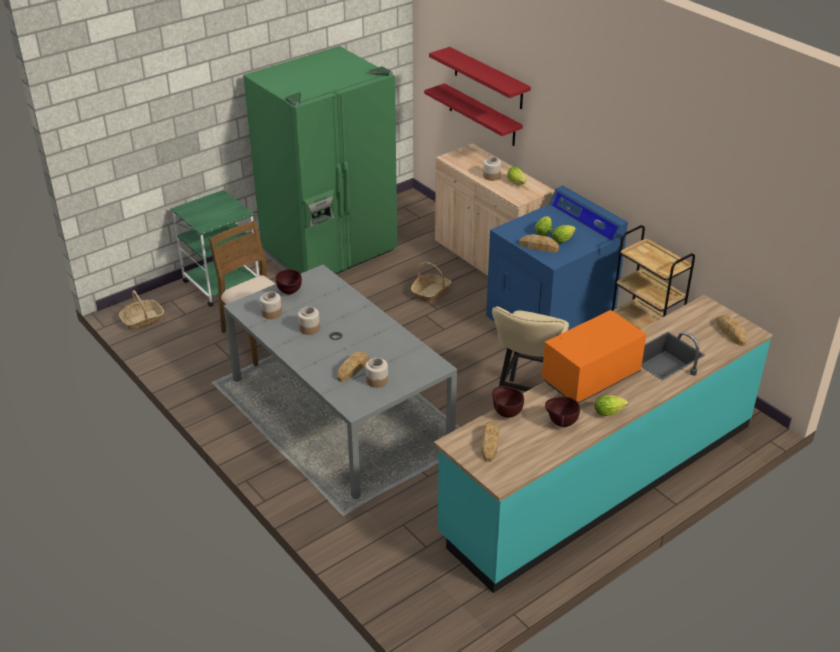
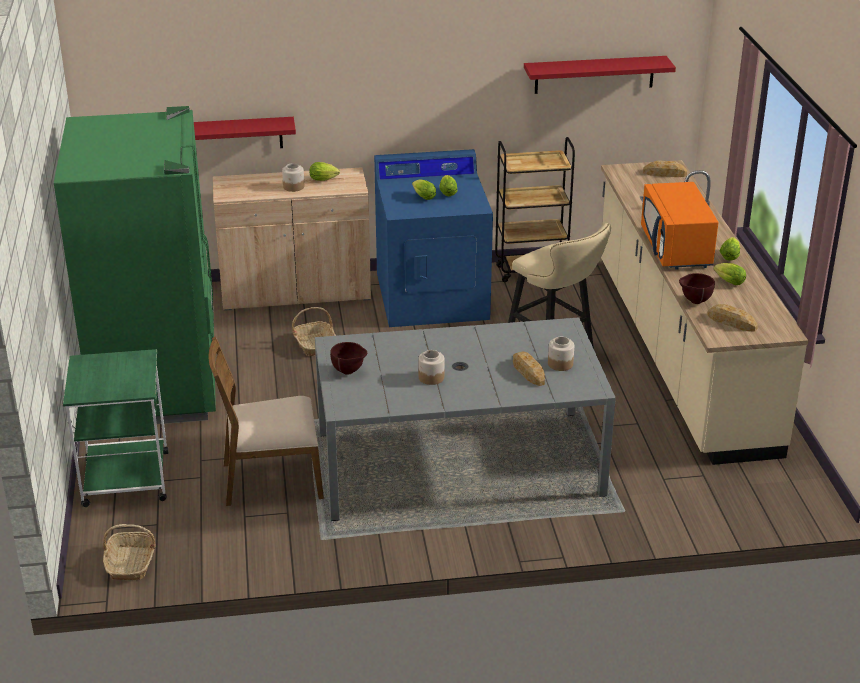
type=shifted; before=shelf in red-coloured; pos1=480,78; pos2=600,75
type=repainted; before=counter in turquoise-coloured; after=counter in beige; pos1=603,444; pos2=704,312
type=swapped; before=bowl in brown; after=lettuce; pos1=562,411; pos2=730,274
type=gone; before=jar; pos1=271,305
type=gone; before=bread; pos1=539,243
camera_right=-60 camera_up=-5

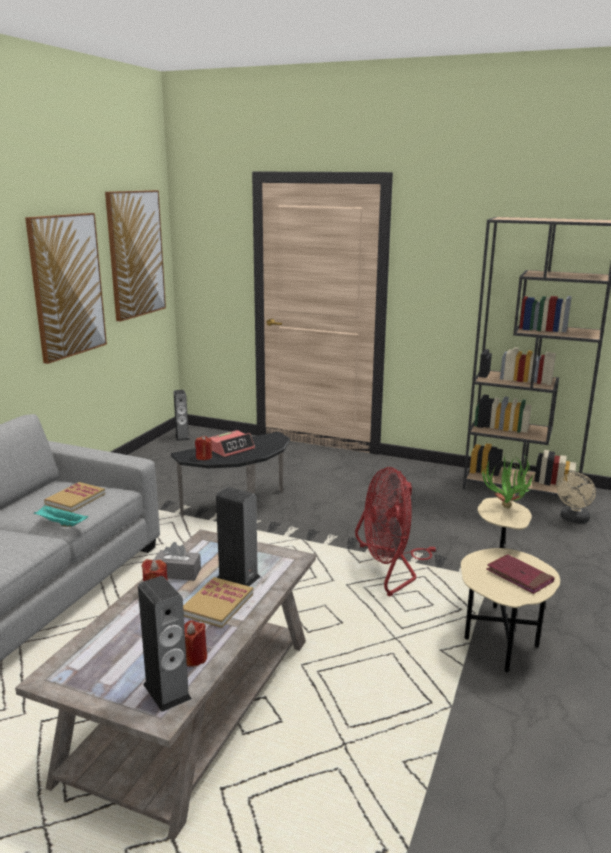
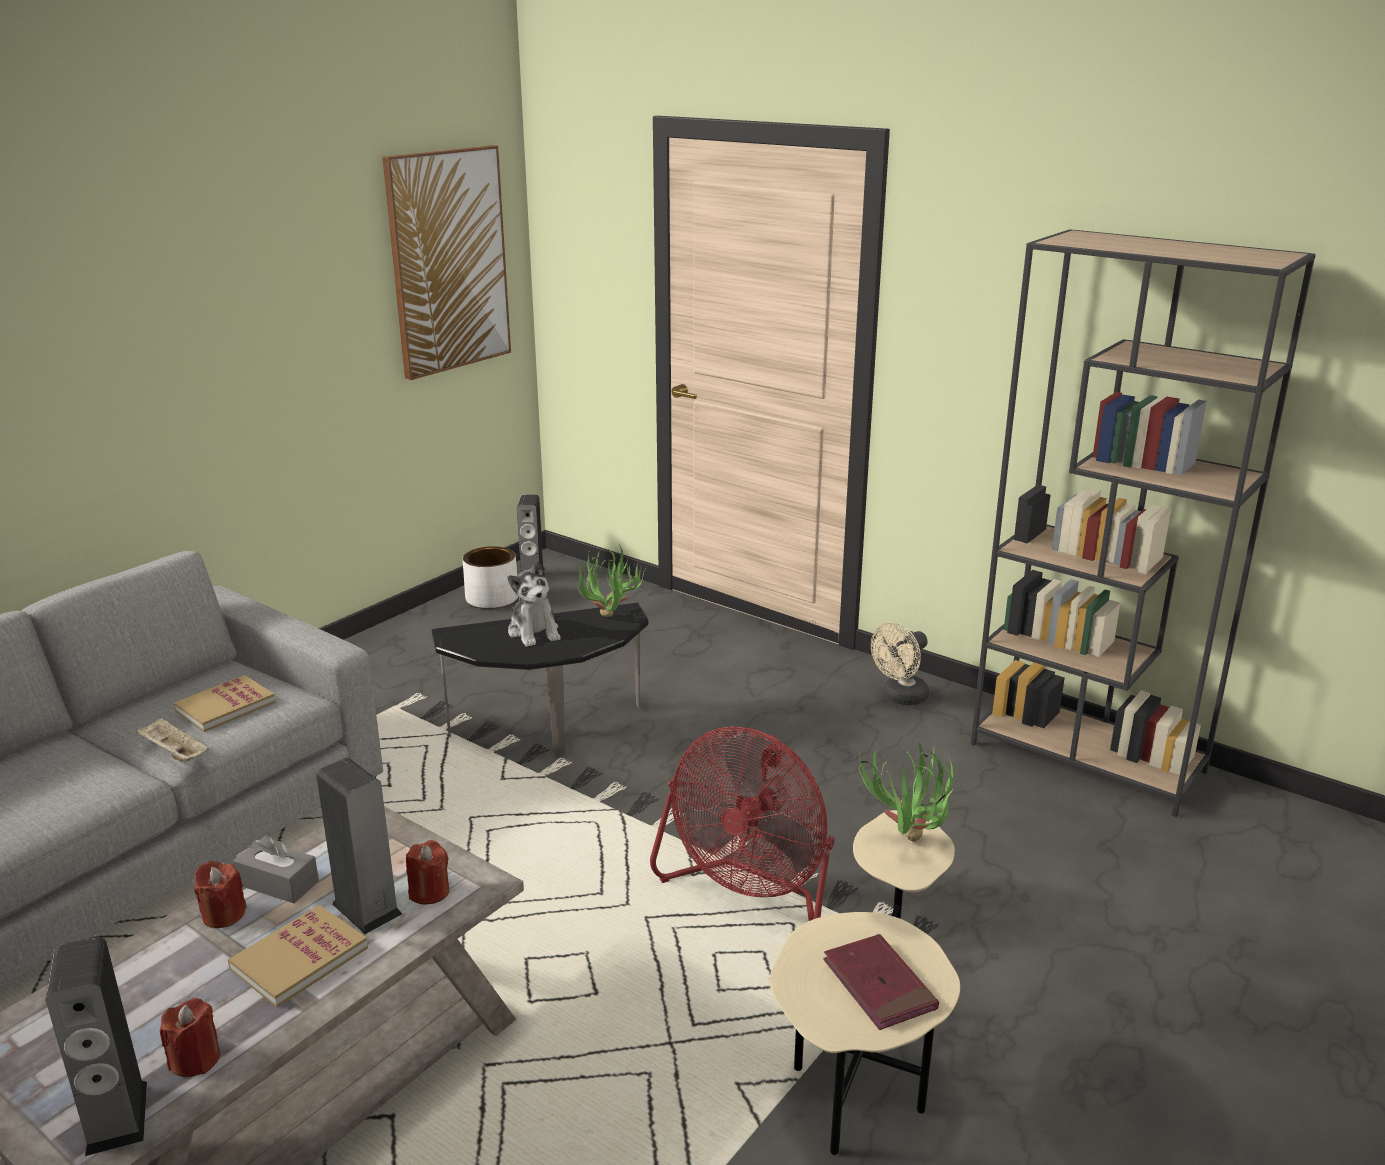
type=repainted; before=carrying tray in turquoise-coloured; after=carrying tray in beige; pos1=61,516; pos2=173,739
type=shifted; before=candle in red-coloured; pos1=203,447; pos2=427,872
type=new; after=flower pot in whitish; pos2=490,577
type=swapped; before=table clock; after=soft toy; pos1=232,443; pos2=534,604
type=new; after=potted plant; pos2=610,580
type=rotated; before=fan in red-coloured; pos1=396,531; pos2=742,824; turn=-60
type=shifted; before=fan in beige; pos1=576,498; pos2=900,663
type=gone; before=wall picture; pos1=66,288
camera_right=15 camera_up=5

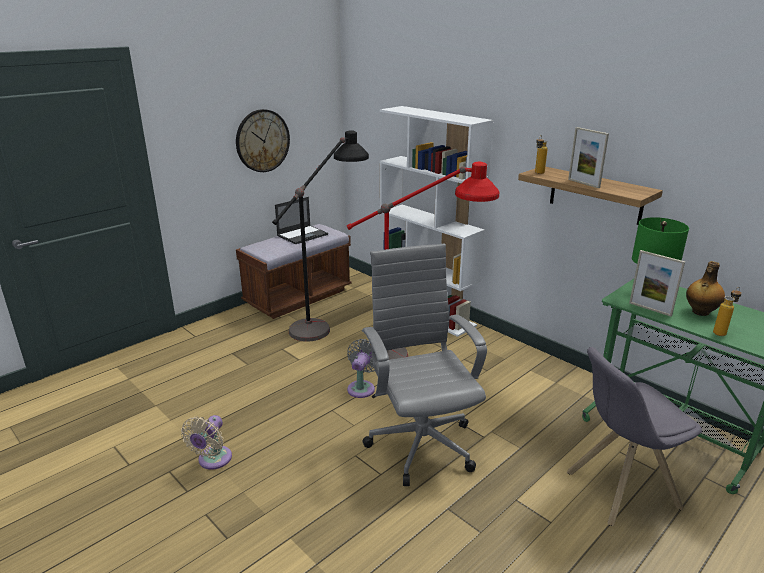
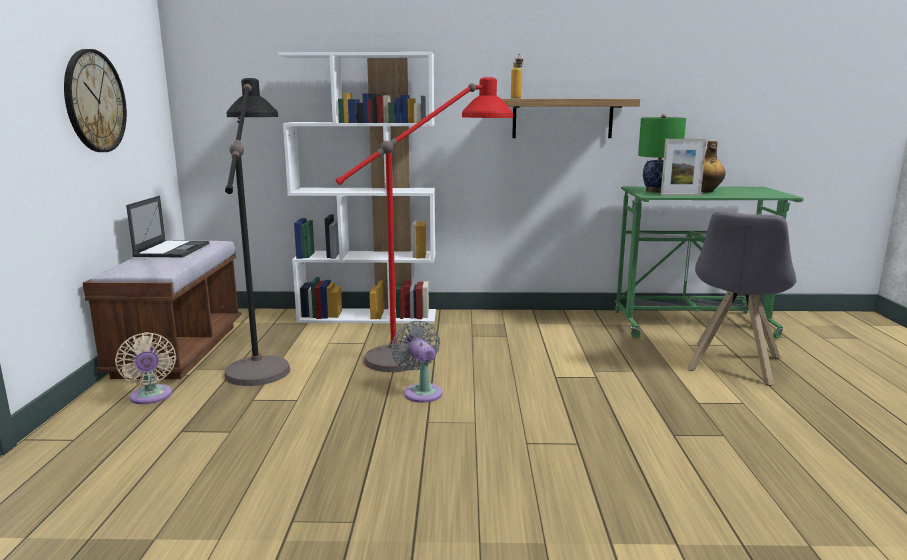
type=shifted; before=fan in beige; pos1=206,442; pos2=145,368
type=gone; before=computer chair in grey; pos1=424,364
type=gone; before=picture frame; pos1=588,157
type=gone; before=bottle; pos1=727,311
camera_right=-45 camera_up=-10

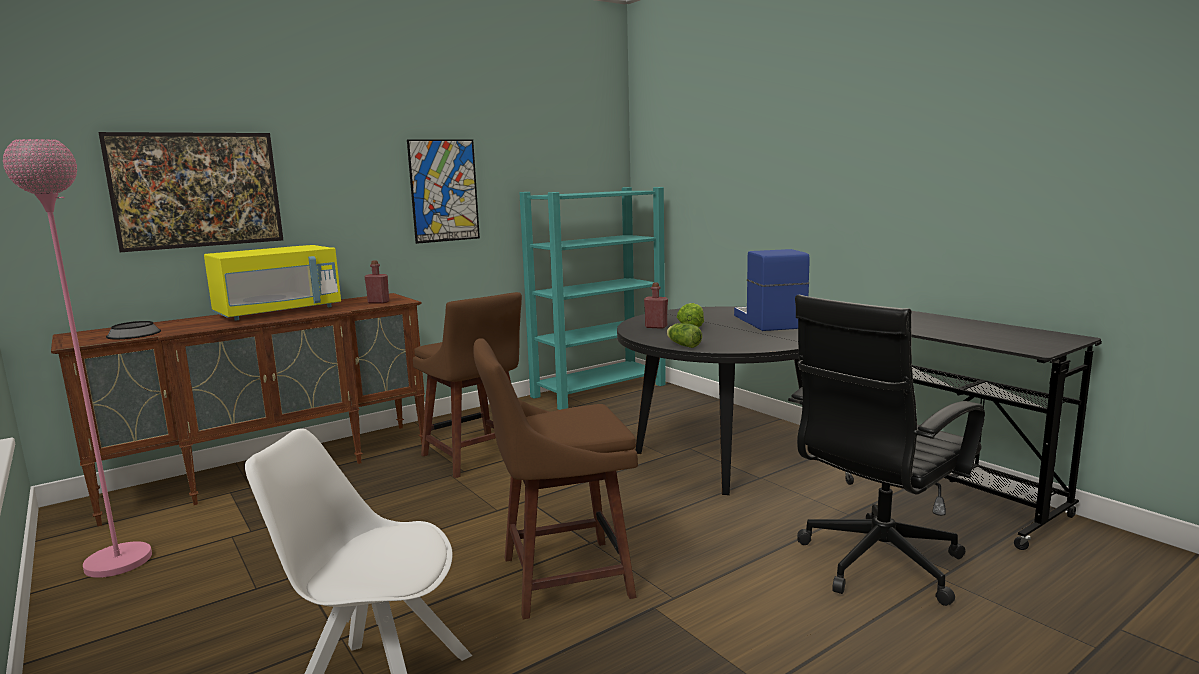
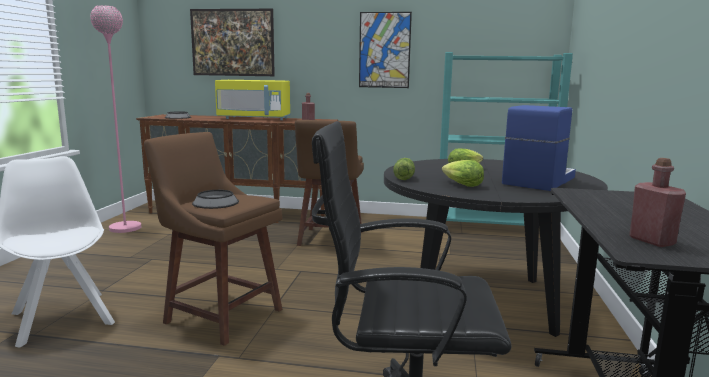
type=new; after=bowl; pos2=215,199
type=new; after=lettuce; pos2=463,173
type=shifted; before=bottle in red-coloured; pos1=656,305; pos2=657,202
camera_right=45 camera_up=0

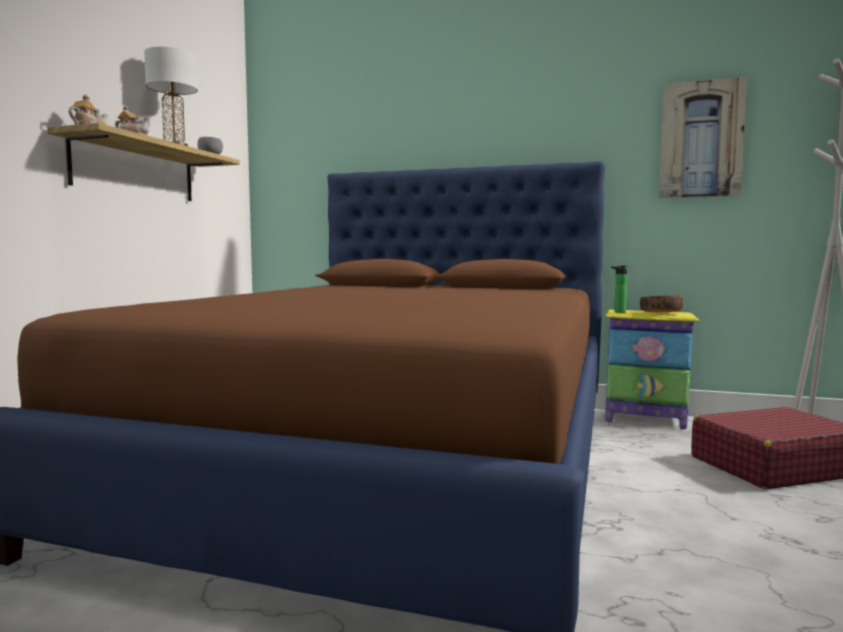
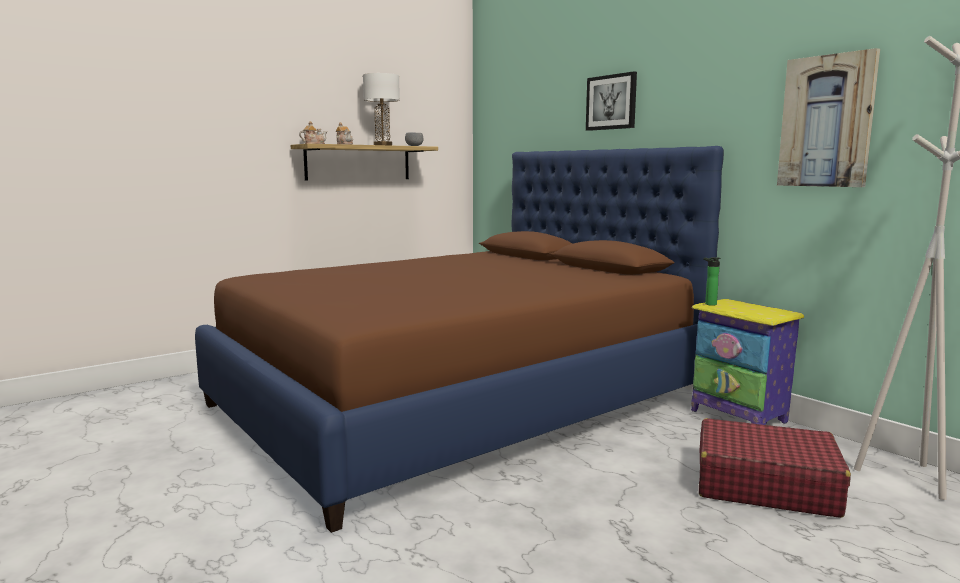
type=new; after=wall picture; pos2=611,101
type=gone; before=bowl; pos1=661,303
camera_right=35 camera_up=5

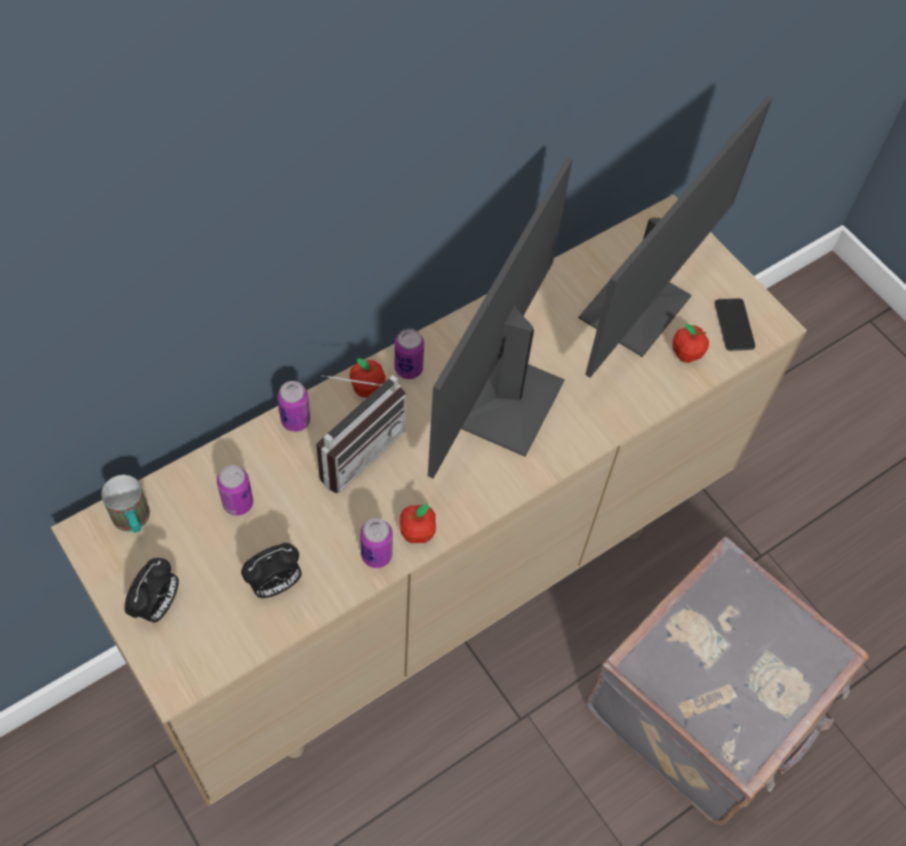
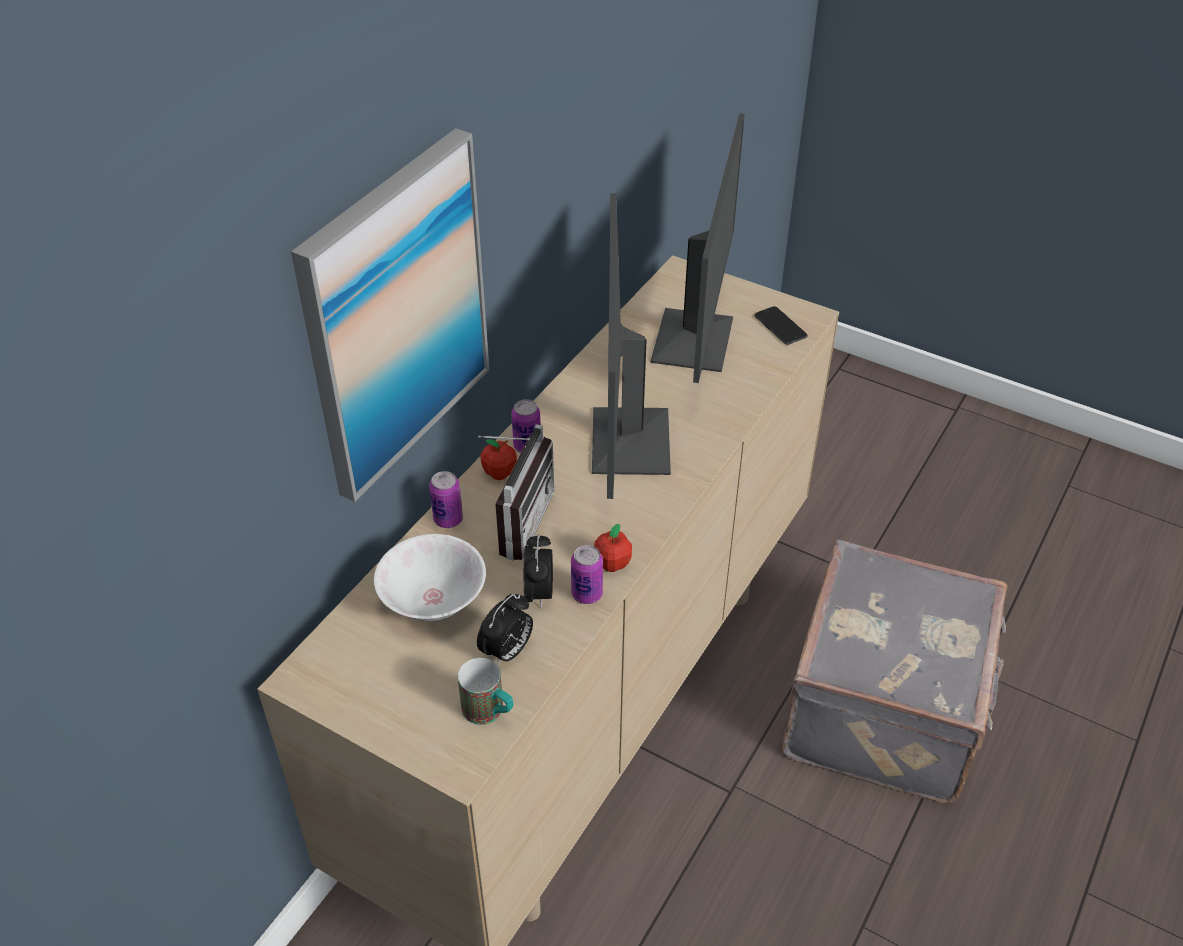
type=new; after=wall picture; pos2=390,315
type=swapped; before=can; after=bowl in whitish; pos1=235,490; pos2=430,577
type=shifted; before=mug; pos1=126,504; pos2=485,691
type=shifted; before=table clock; pos1=151,590; pos2=538,572
type=gone; before=whole apple; pos1=691,343
camera_right=-20 camera_up=-15

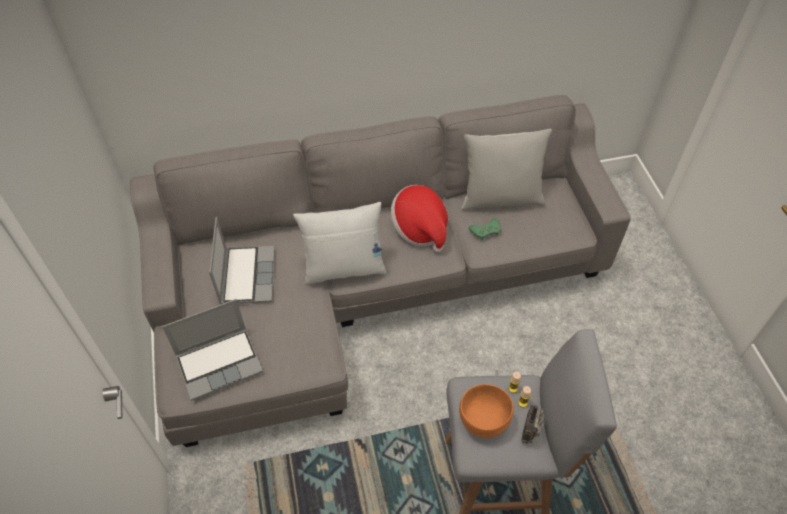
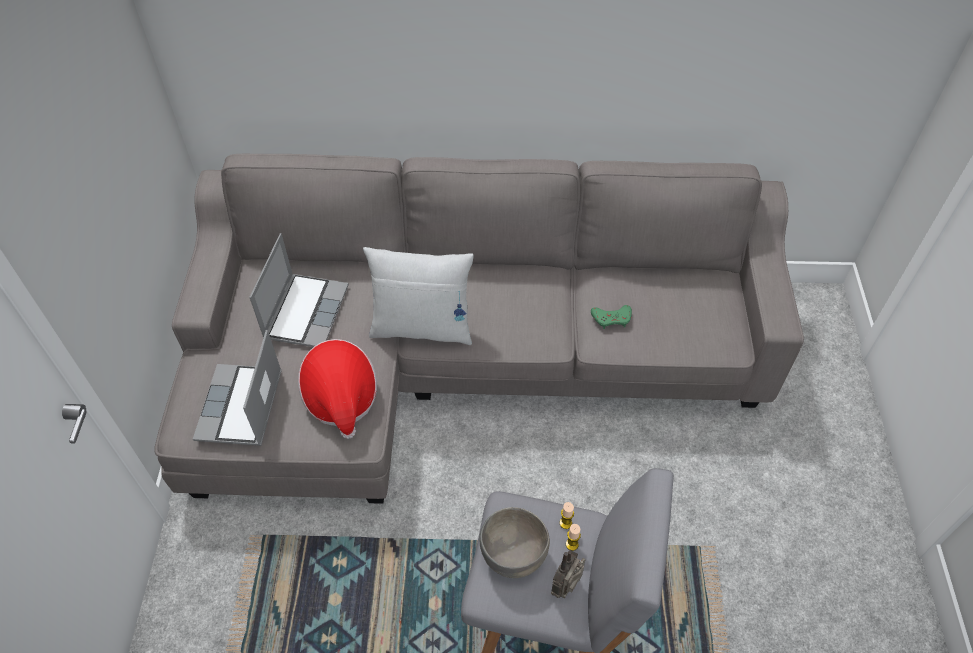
type=rotated; before=notebook computer; pos1=212,350; pos2=237,388; turn=105
type=shifted; before=wearable hat; pos1=419,218; pos2=337,389
type=repainted; before=bowl in orange; after=bowl in grey; pos1=486,411; pos2=514,542
type=gone; before=cushion in grey; pos1=506,169
camera_right=15 camera_up=0

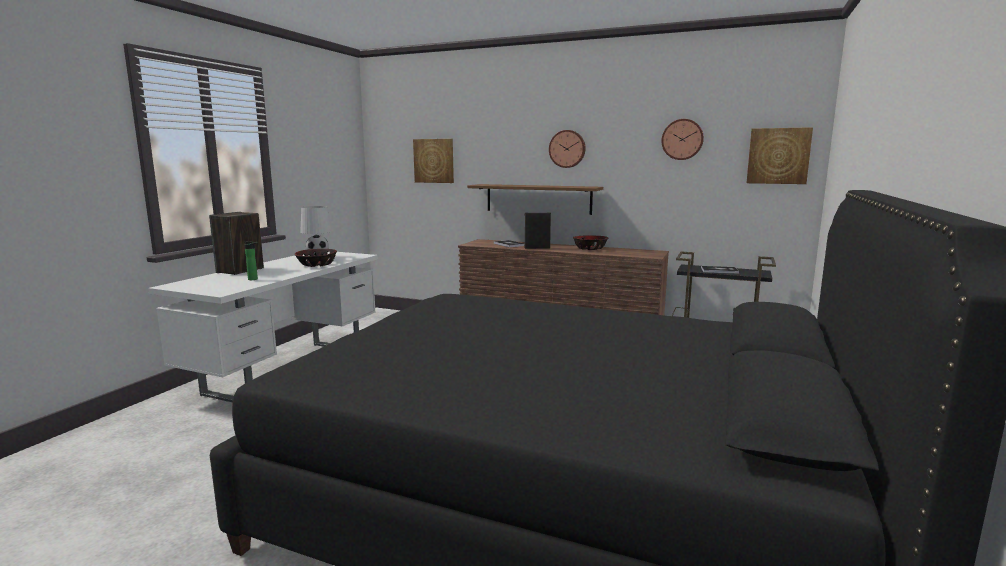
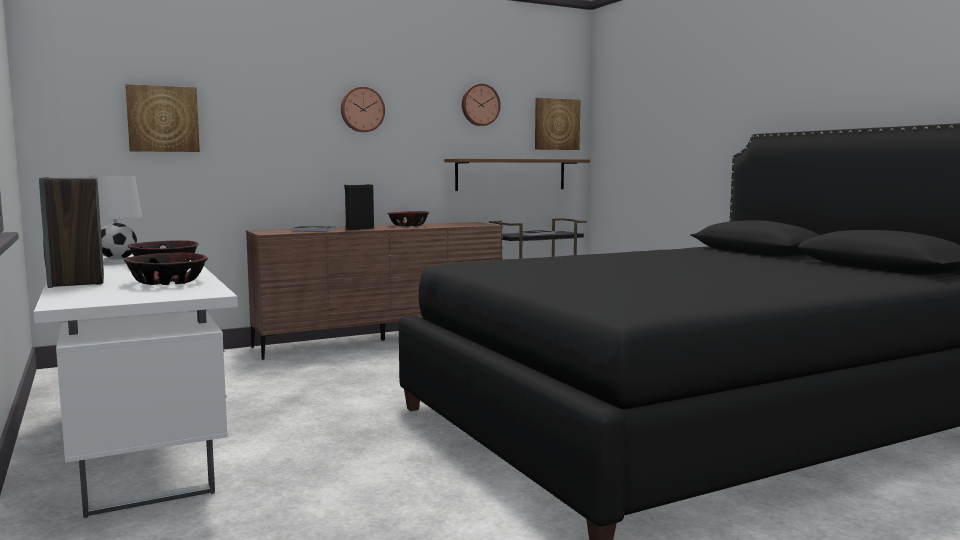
type=swapped; before=bottle; after=bowl; pos1=251,260; pos2=166,269
type=shifted; before=shelf in brown; pos1=535,199; pos2=517,175
camera_right=-50 camera_up=-5

